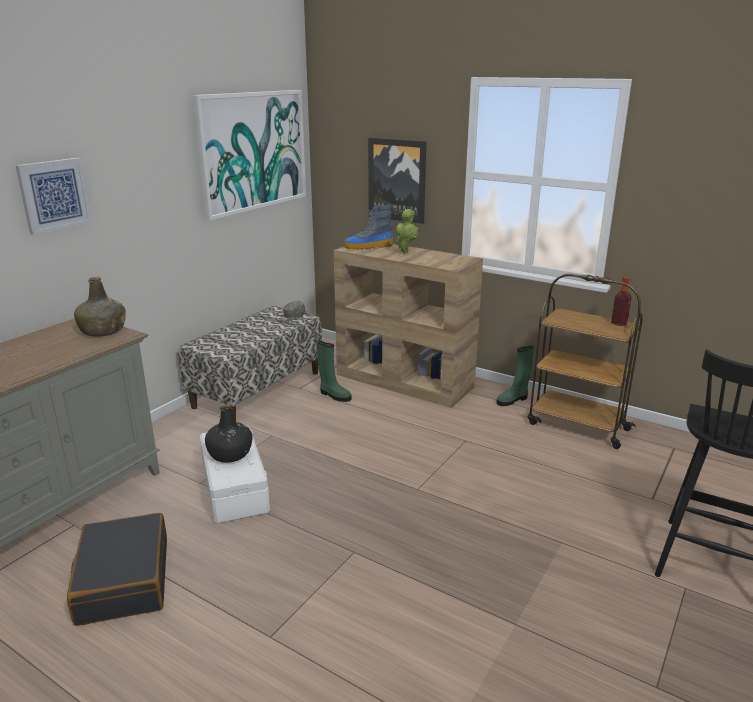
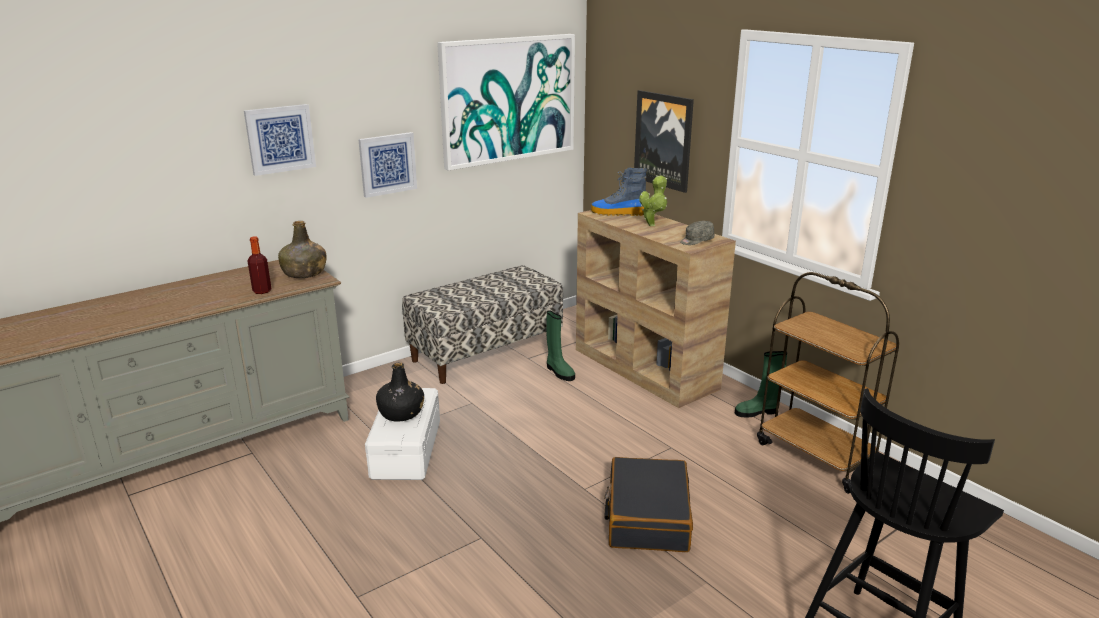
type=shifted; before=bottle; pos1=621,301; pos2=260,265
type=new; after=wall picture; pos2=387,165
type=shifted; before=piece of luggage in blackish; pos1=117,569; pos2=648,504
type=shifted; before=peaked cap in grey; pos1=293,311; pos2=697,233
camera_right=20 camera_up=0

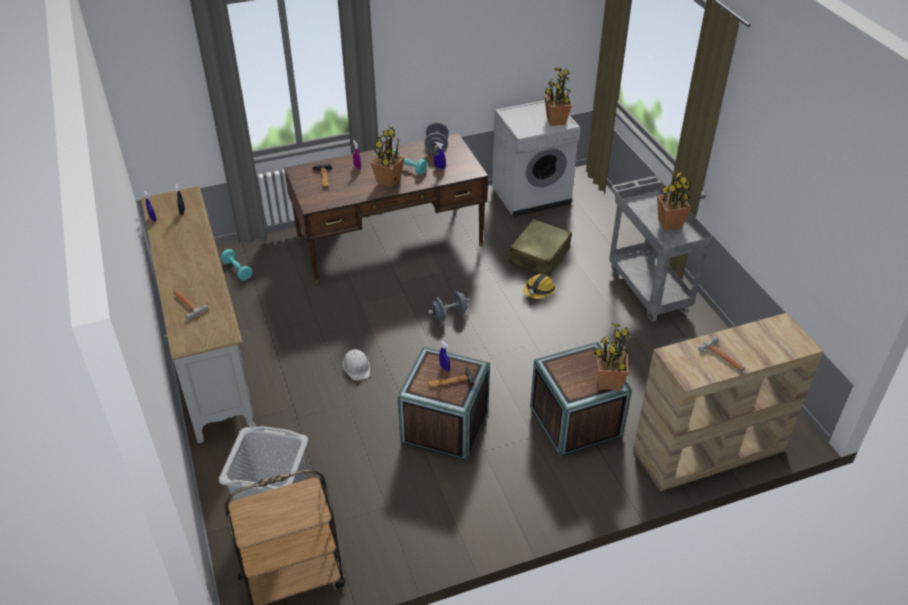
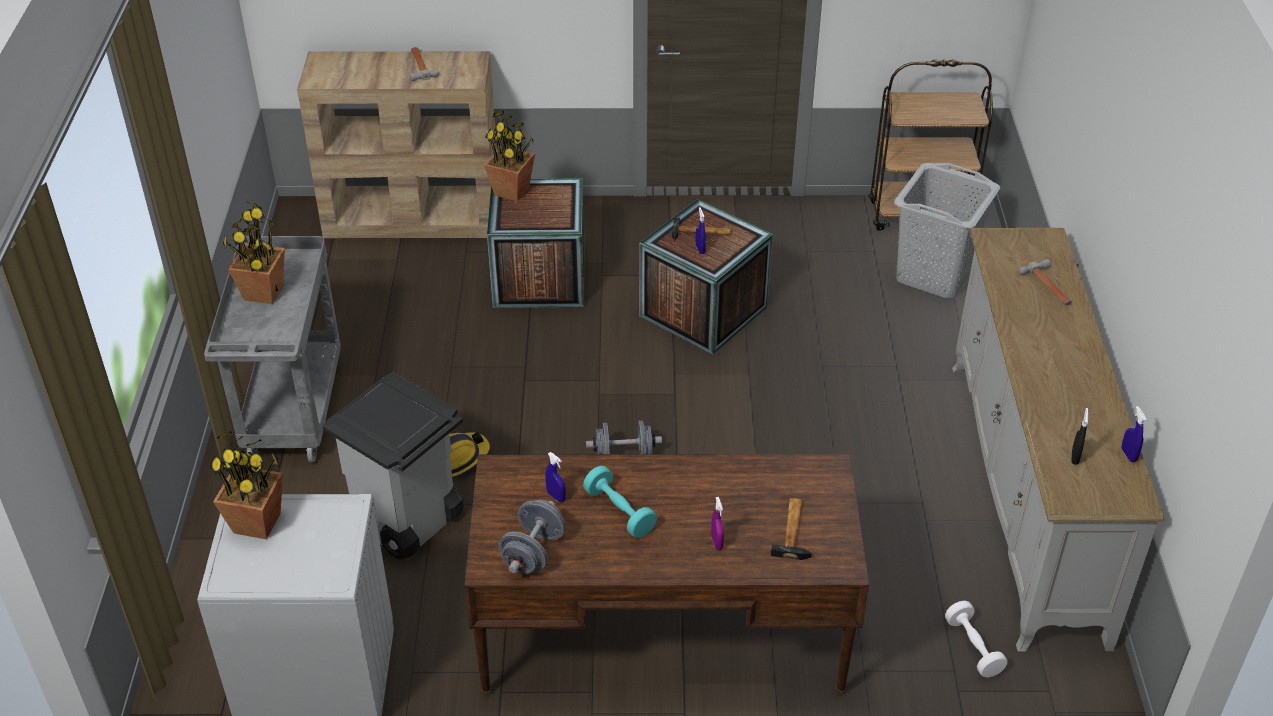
type=swapped; before=piece of luggage in beige; after=rubbish bin in grey; pos1=540,247; pos2=392,466
type=repainted; before=free weight in turquoise-coloured; after=free weight in whitish; pos1=237,265; pos2=976,639
type=gone; before=work helmet in whitish; pos1=356,365
type=gone; before=potted plant; pos1=387,157
camera_right=-160 camera_up=0

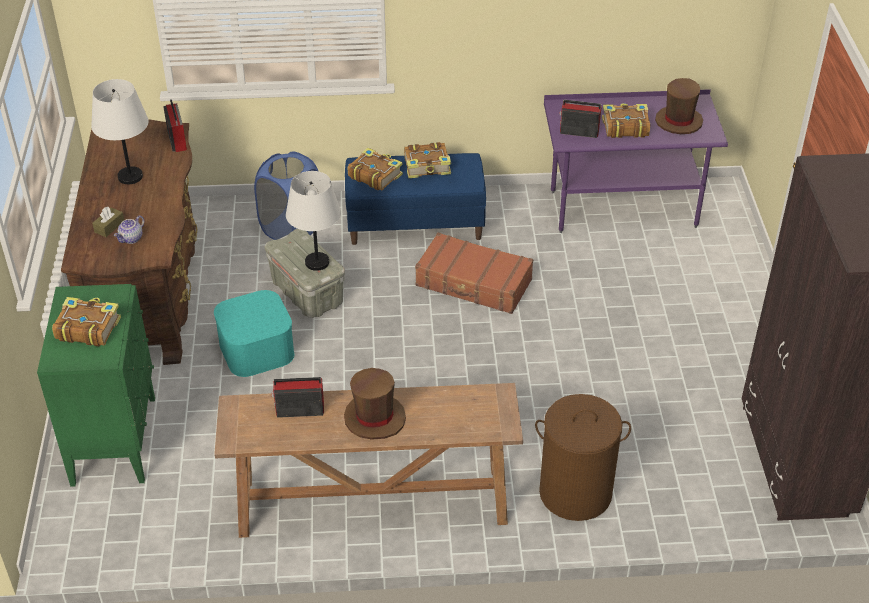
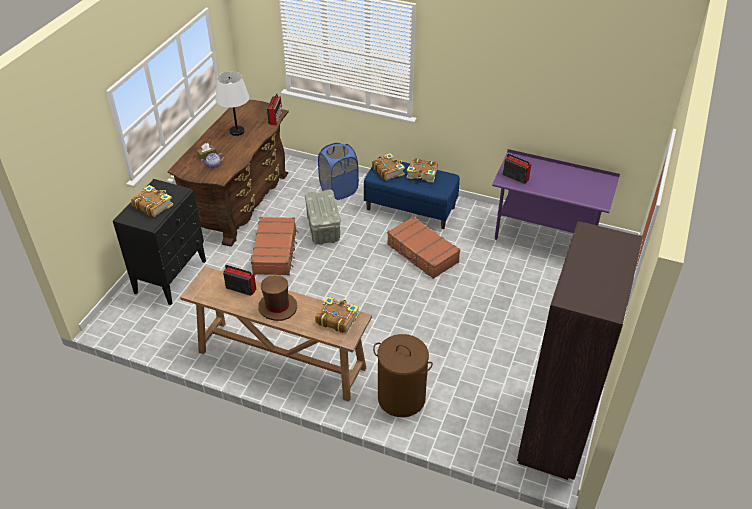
type=repainted; before=chest of drawers in green-coloured; after=chest of drawers in blackish; pos1=96,385; pos2=159,242
type=swapped; before=storage bin in turquoise-coloured; after=piece of luggage in brown; pos1=254,333; pos2=275,246
type=shifted; before=bound book; pos1=626,120; pos2=337,314
type=gone; before=tabletop lamp in whitish; pos1=313,221
type=gone; before=wearable hat in brown; pos1=679,106
camera_right=25 camera_up=0

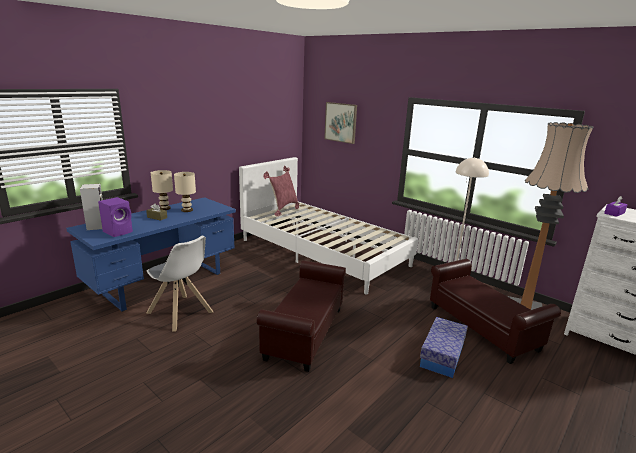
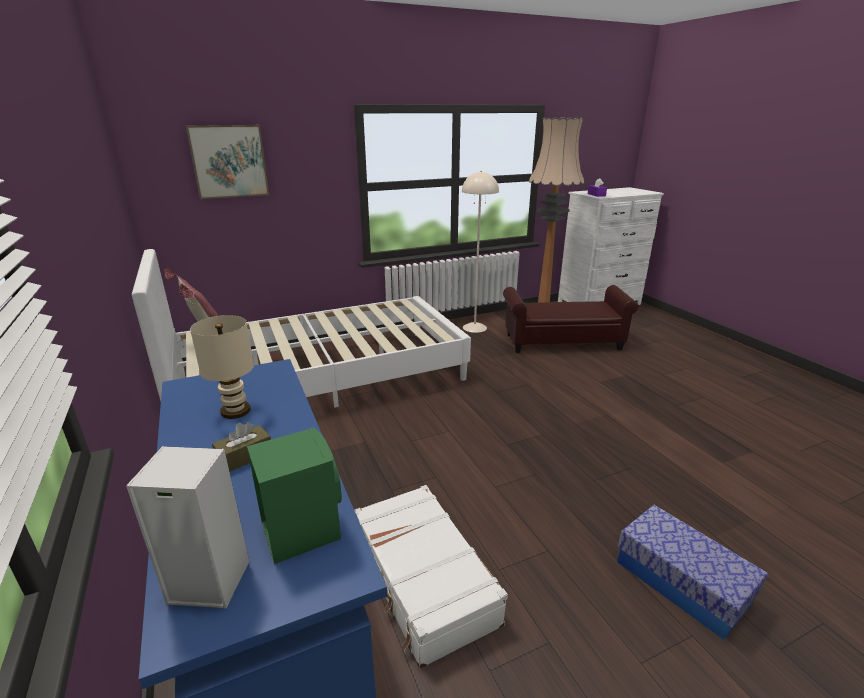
type=repainted; before=audio speaker in purplish; after=audio speaker in green-coloured; pos1=115,217; pos2=294,495
type=swapped; before=chair; after=piece of luggage in whitish; pos1=179,283; pos2=431,577
type=shifted; before=storage bin; pos1=444,347; pos2=692,572
type=gone; before=tabletop lamp in beige; pos1=162,190
type=gone; before=footrest in brown; pos1=301,316
camera_right=-65 camera_up=5

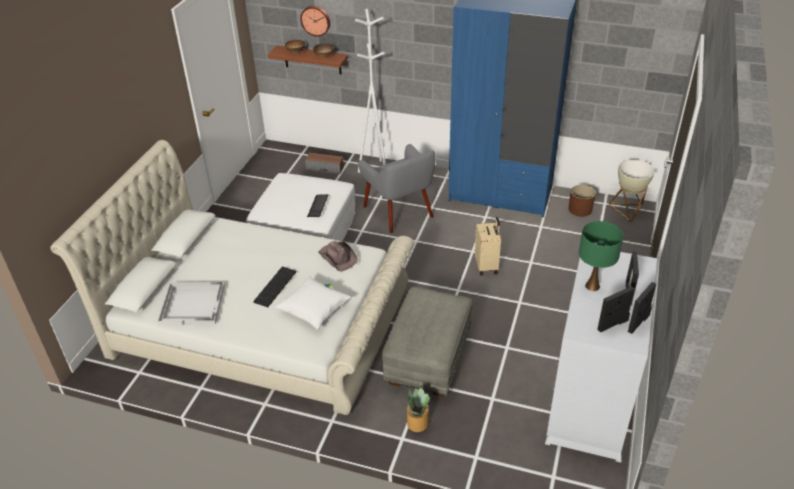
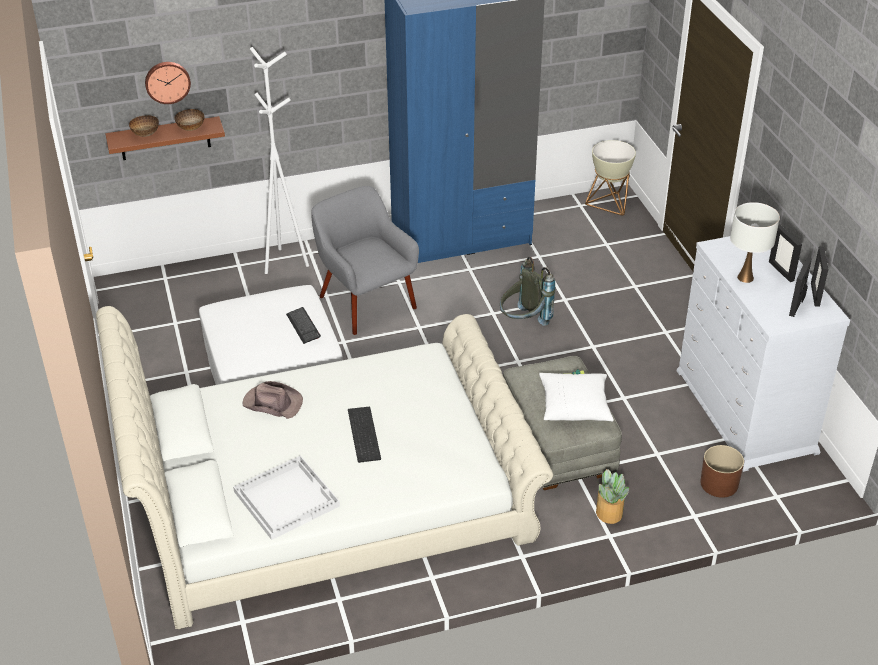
type=shifted; before=wearable hat in brown; pos1=338,256; pos2=273,400
type=rotated; before=easy chair in grey; pos1=397,188; pos2=365,260; turn=-150
type=swapped; before=piece of luggage in beige; after=rucksack in grey; pos1=488,246; pos2=528,291
type=shifted; before=cushion in whitish; pos1=313,303; pos2=576,395
type=shifted; before=flower pot in brown; pos1=582,201; pos2=722,471
type=repainted; before=tabletop lamp in green-coloured; after=tabletop lamp in whitish; pos1=601,256; pos2=755,242
type=gone; before=audio speaker; pos1=324,163
camera_right=-35 camera_up=0

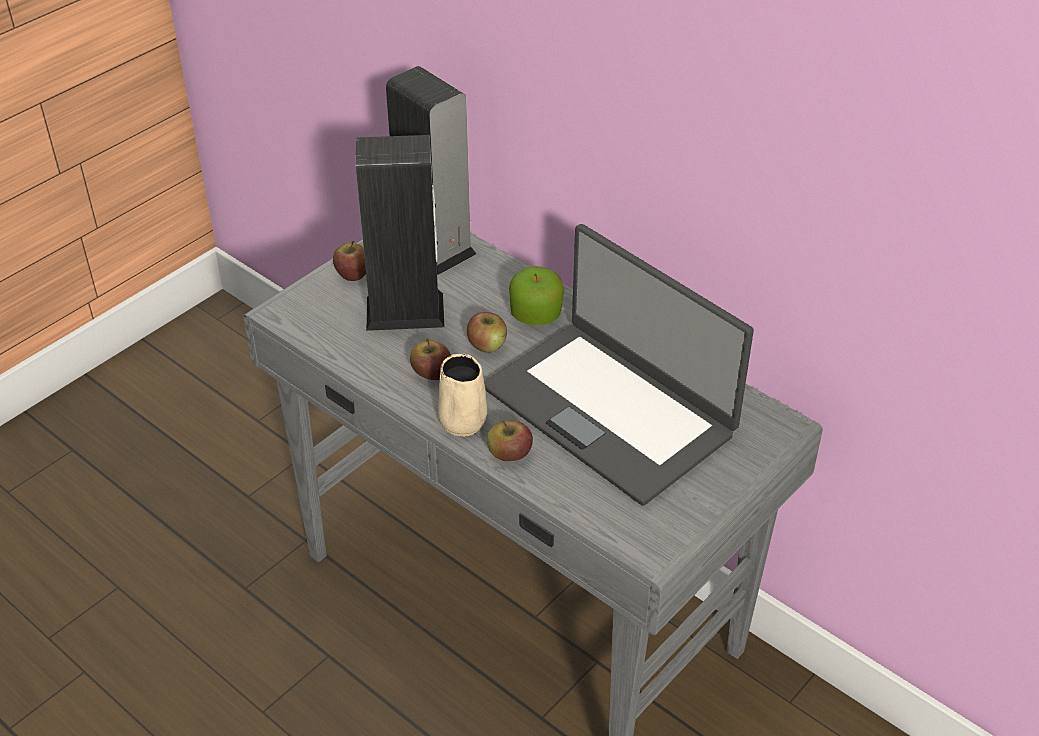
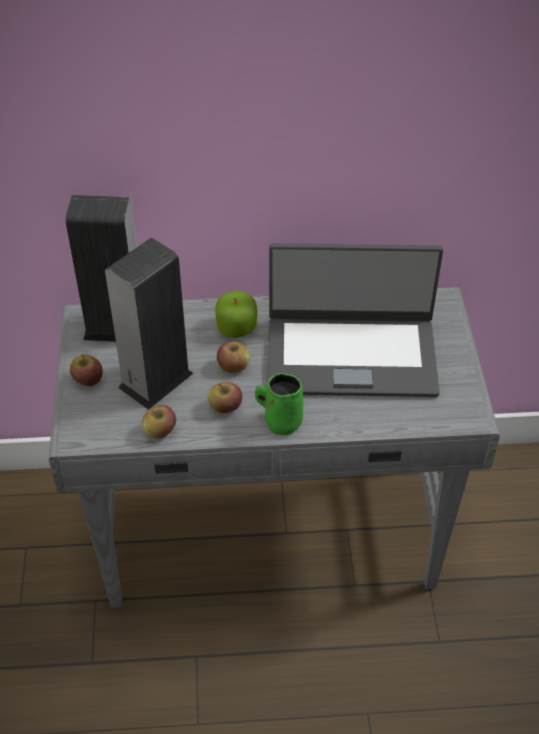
type=shifted; before=whole apple; pos1=510,440; pos2=159,422
type=repainted; before=mug in beige; after=mug in green-coloured; pos1=462,395; pos2=279,404
camera_right=-45 camera_up=5

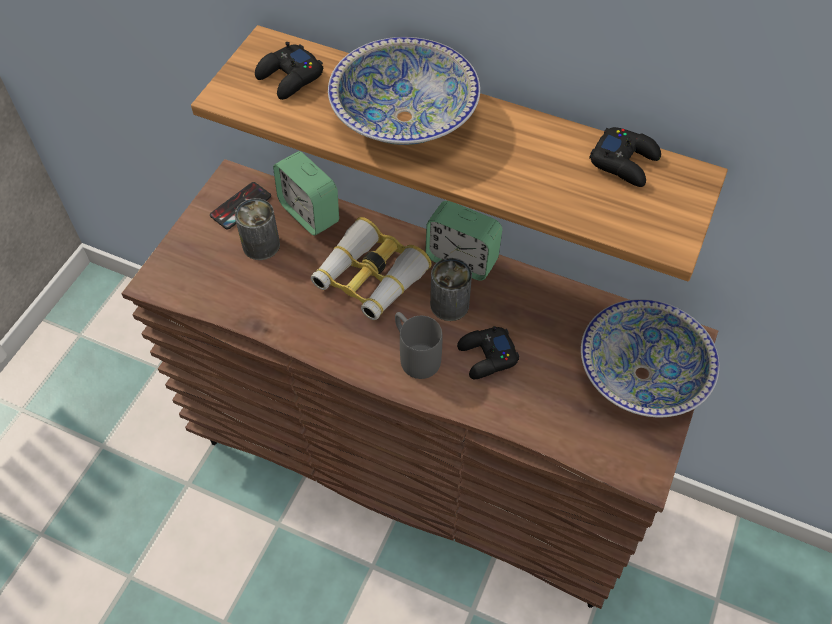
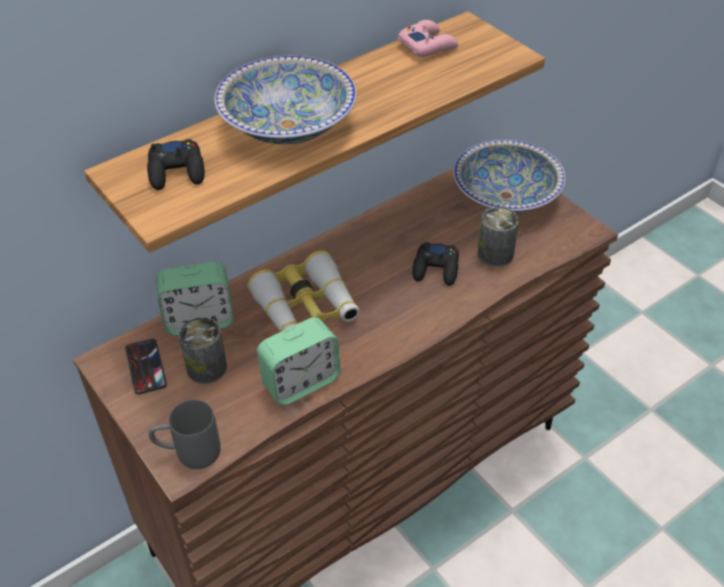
type=shifted; before=mug in grey; pos1=418,345; pos2=185,434
type=shifted; before=table clock; pos1=464,241; pos2=298,361
type=repainted; before=joypad in blackish; after=joypad in pink-coloured; pos1=625,157; pos2=428,38
type=shifted; before=can; pos1=451,289; pos2=498,237
camera_right=-60 camera_up=-10

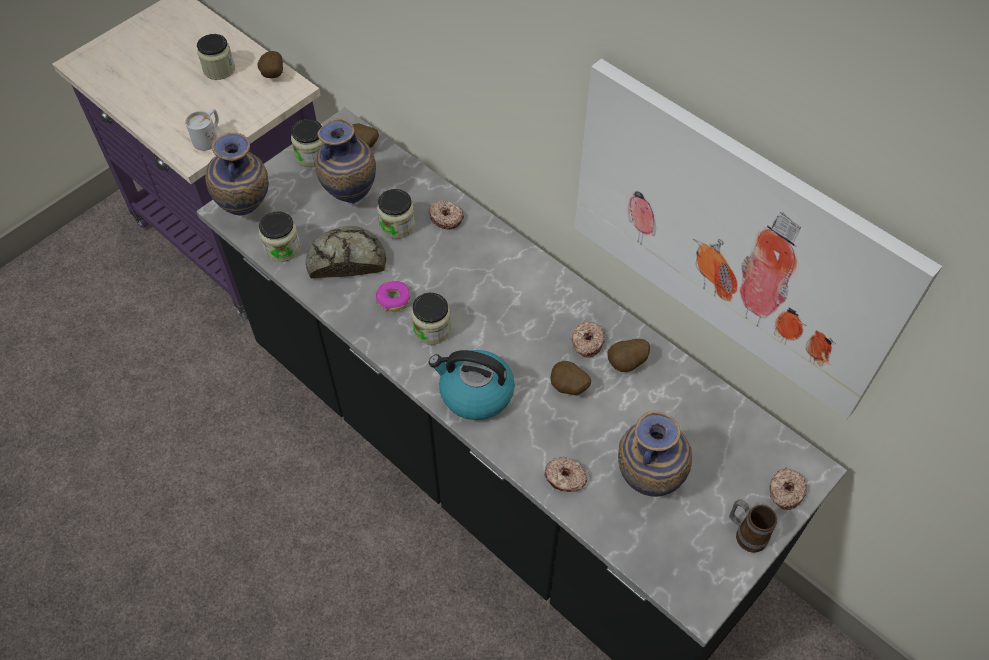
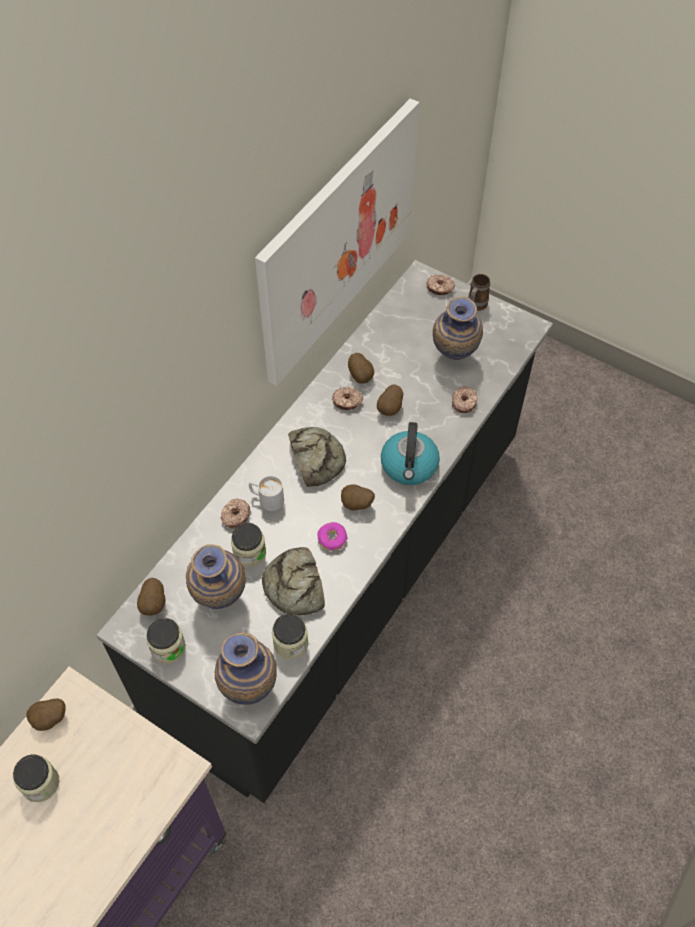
type=shifted; before=mug in whitish; pos1=202,130; pos2=266,493
type=new; after=bread; pos2=317,457
type=swapped; before=jar; after=whole potato; pos1=431,319; pos2=358,497
camera_right=-100 camera_up=0

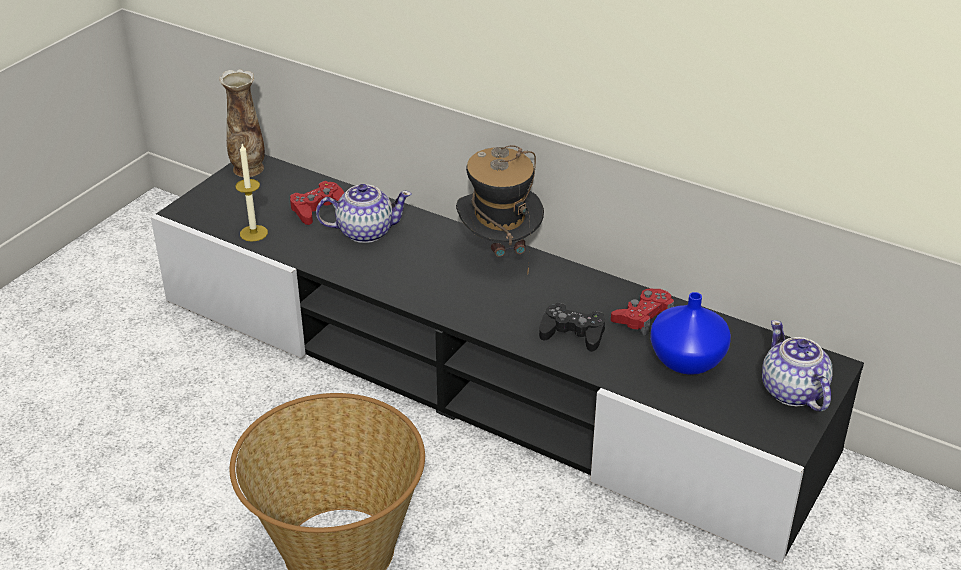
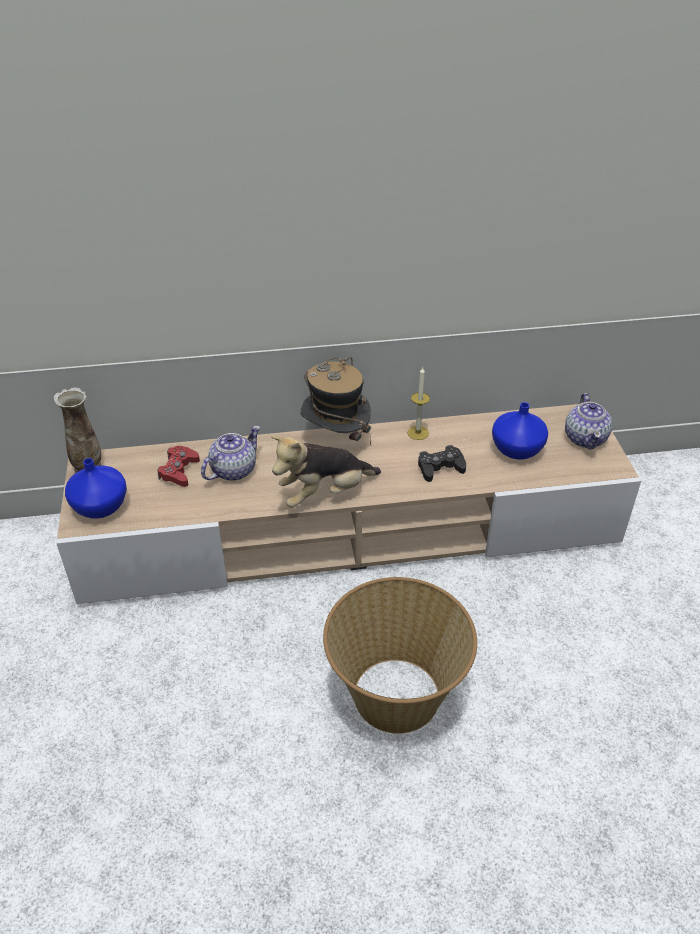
type=repainted; before=tv unit in blackish; after=tv unit in beige; pos1=507,359; pos2=348,504
type=new; after=flower vase in bluish; pos2=96,488
type=new; after=soft toy; pos2=326,472
type=shifted; before=candle; pos1=251,193; pos2=418,403
type=rotated; before=tea pot; pos1=797,366; pos2=588,421; turn=-120
type=gone; before=joypad in red-coloured; pos1=642,312
camera_right=-40 camera_up=5

